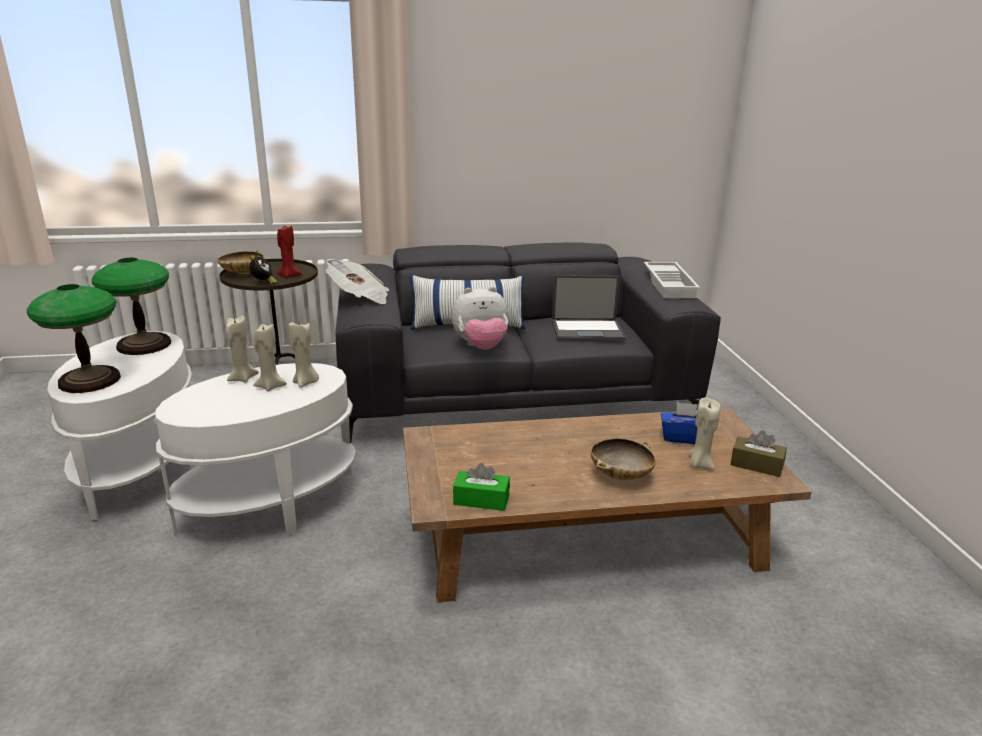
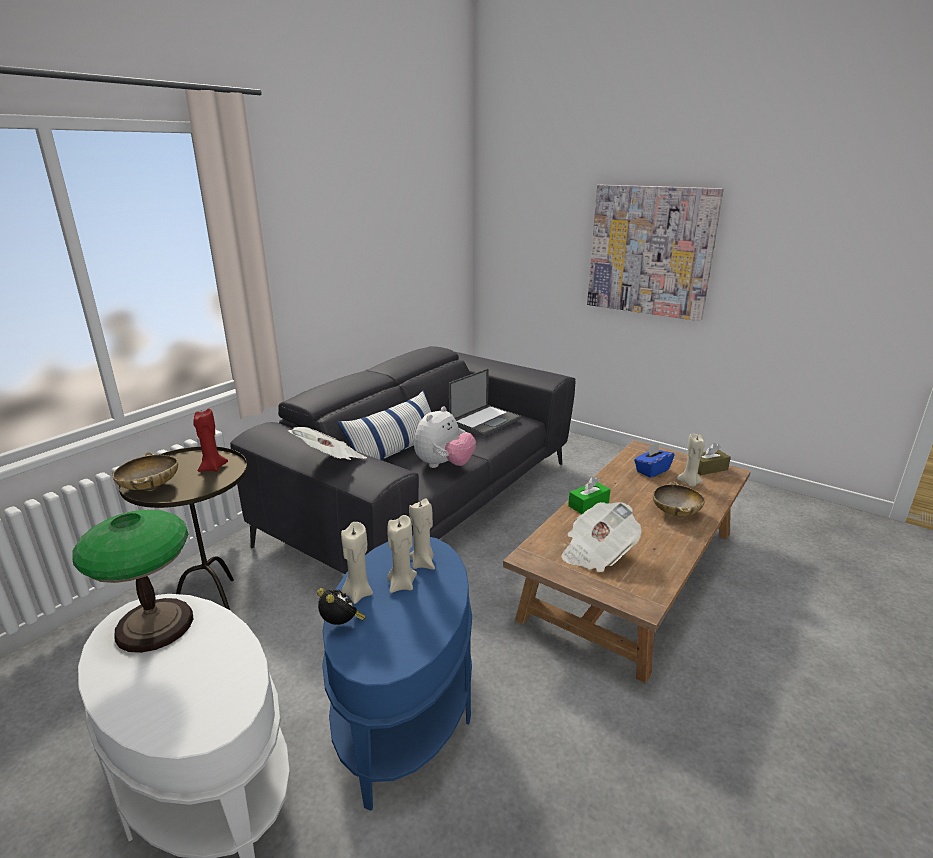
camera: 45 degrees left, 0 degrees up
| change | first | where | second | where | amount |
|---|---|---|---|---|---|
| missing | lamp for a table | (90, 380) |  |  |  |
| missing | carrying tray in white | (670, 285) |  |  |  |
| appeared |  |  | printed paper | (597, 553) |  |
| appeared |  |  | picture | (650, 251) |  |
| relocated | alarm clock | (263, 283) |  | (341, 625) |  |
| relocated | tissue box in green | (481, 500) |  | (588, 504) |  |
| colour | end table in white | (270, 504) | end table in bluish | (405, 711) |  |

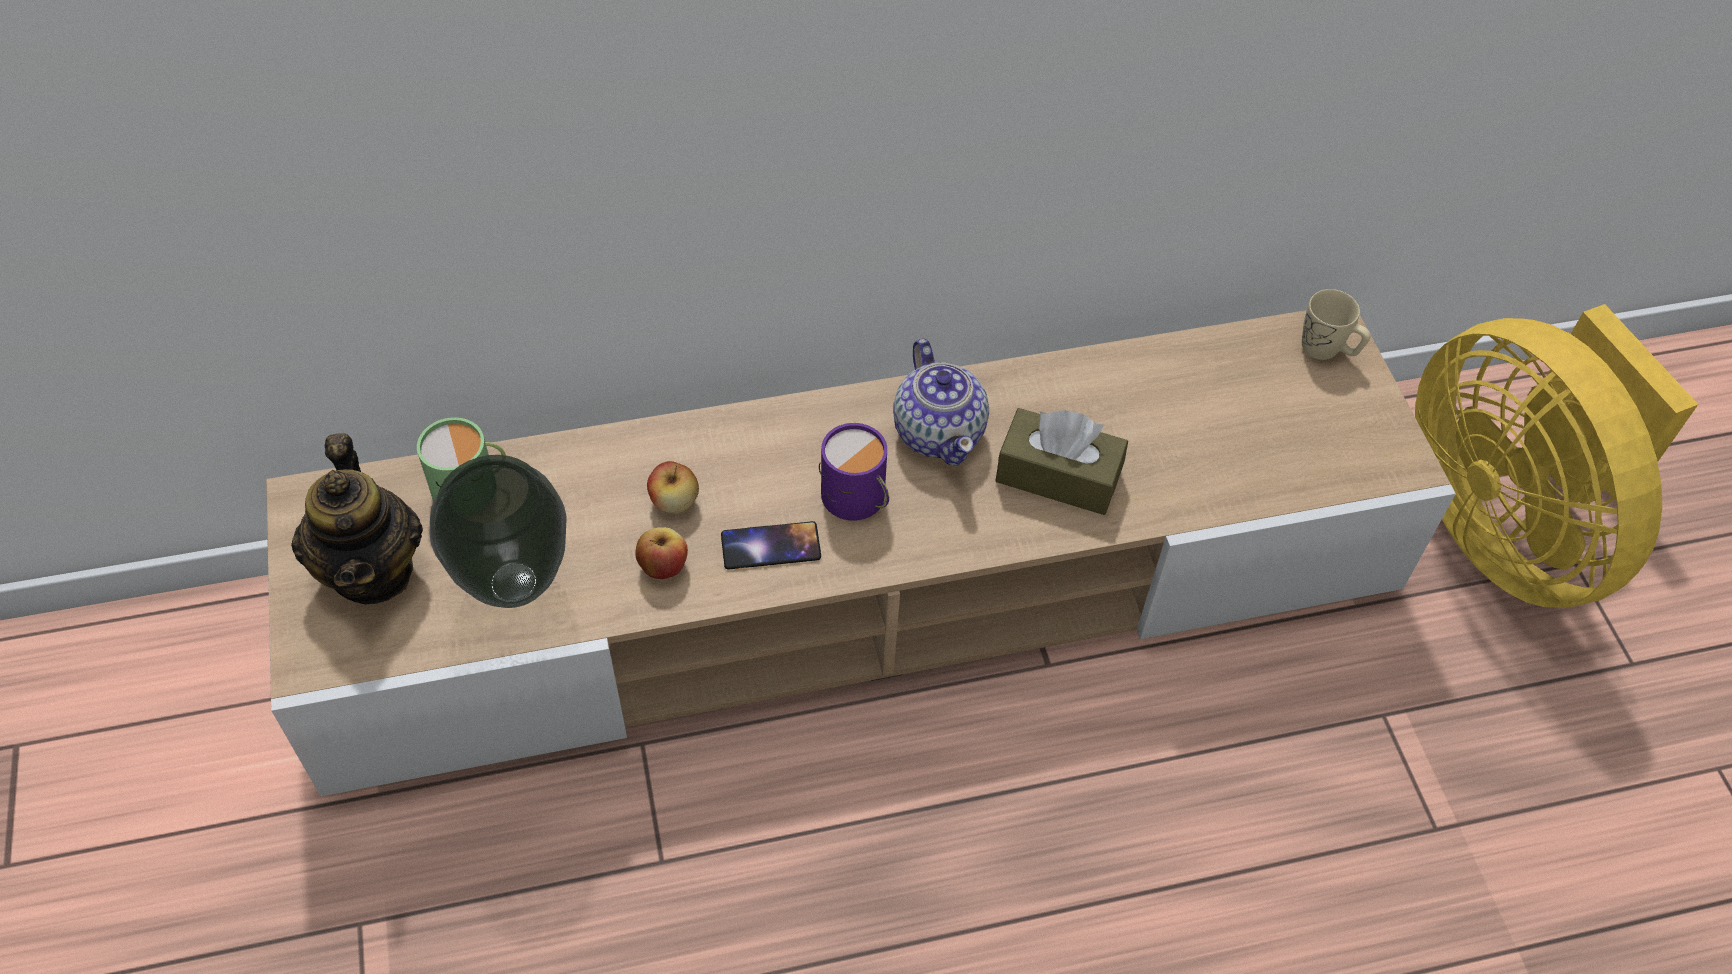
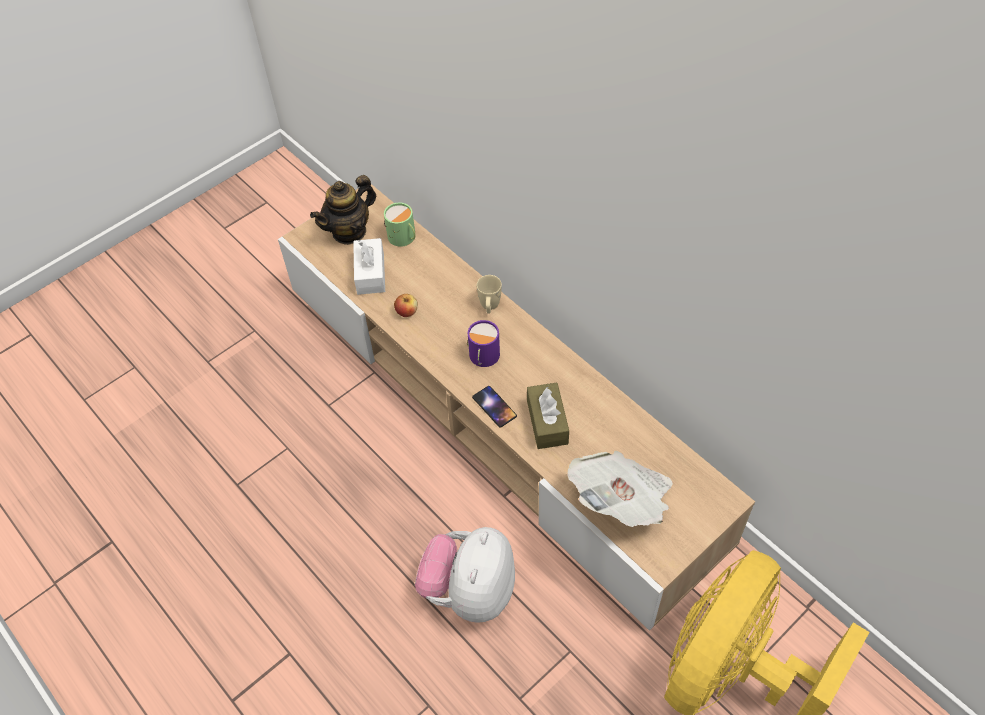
camera: 65 degrees right, 0 degrees up
| change | first | where | second | where | amount |
|---|---|---|---|---|---|
| missing | whole apple | (674, 501) |  |  |  |
| missing | tea pot | (939, 431) |  |  |  |
| appeared |  |  | plush toy | (470, 591) |  |
| appeared |  |  | printed paper | (622, 500) |  |
| relocated | handset | (770, 546) |  | (494, 406) |  |
| relocated | tea mug in beige-coloured | (1327, 350) |  | (489, 306) |  |
| exchanged | vase | (516, 583) | tissue box in white | (370, 273) |  |

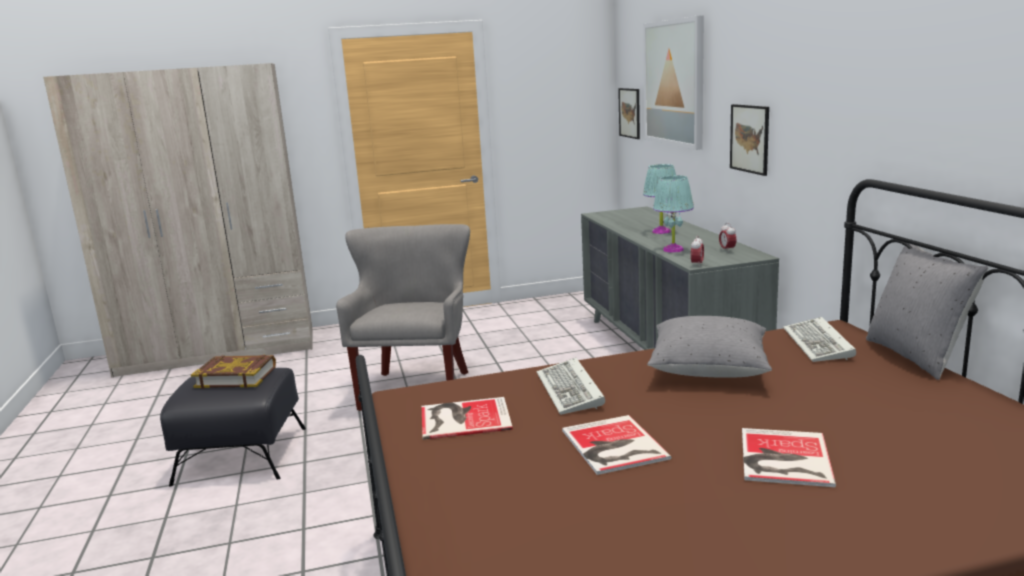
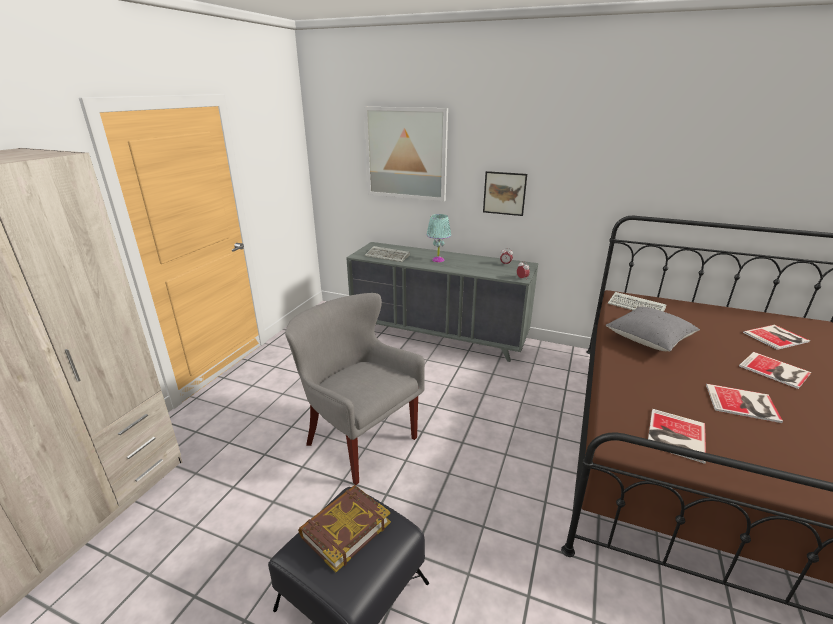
camera: 55 degrees left, 10 degrees up
| change | first | where | second | where | amount |
|---|---|---|---|---|---|
| missing | picture | (629, 113) |  |  |  |
| missing | lamp for a table in turquoise-coloured | (673, 250) |  |  |  |
| missing | cushion in greyish | (917, 356) |  |  |  |
| appeared |  |  | volume | (777, 337) |  |
| relocated | PC keyboard | (571, 391) |  | (388, 256) |  |

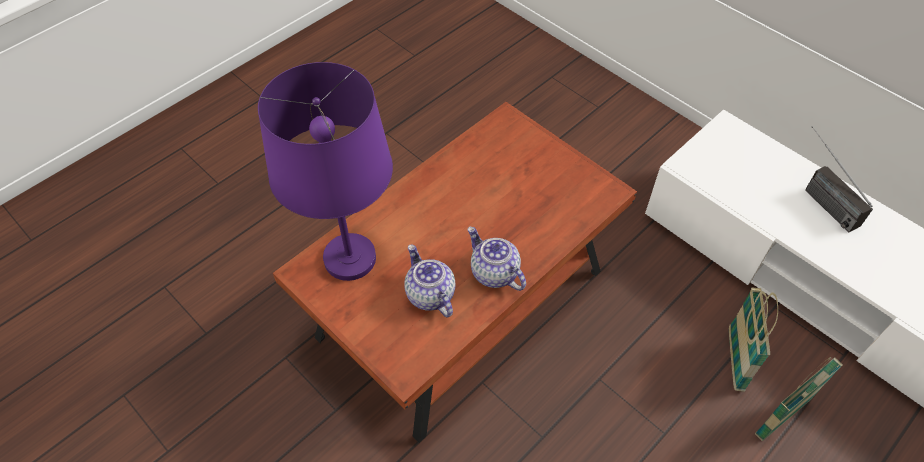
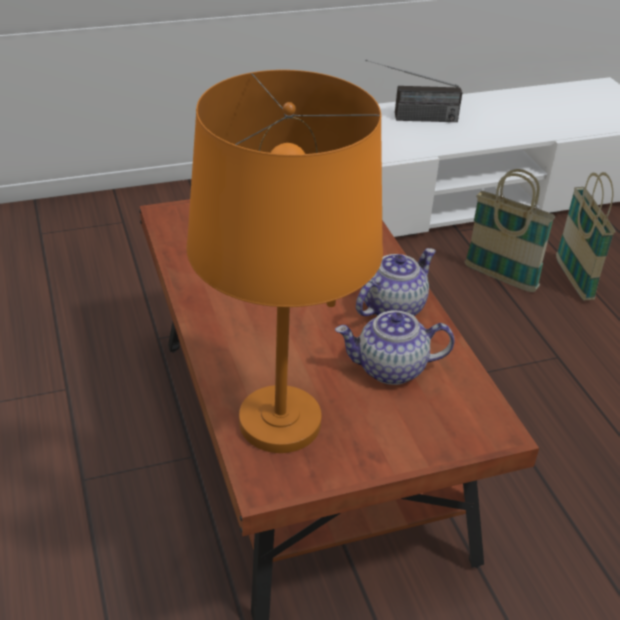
camera: 65 degrees left, 15 degrees down
| change | first | where | second | where | amount |
|---|---|---|---|---|---|
| colour | lamp for a table in purple-coloured | (349, 258) | lamp for a table in orange | (279, 423) |  |
| spun | tea pot | (494, 273) |  | (392, 307) | 150 degrees clockwise |

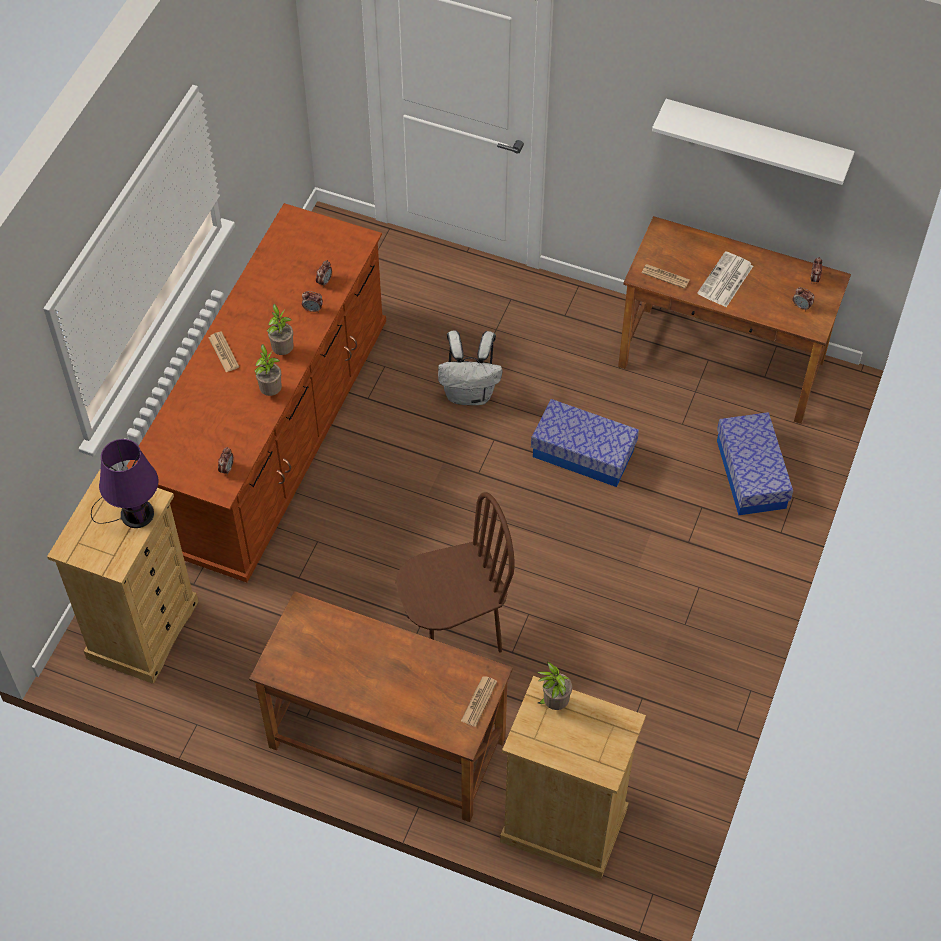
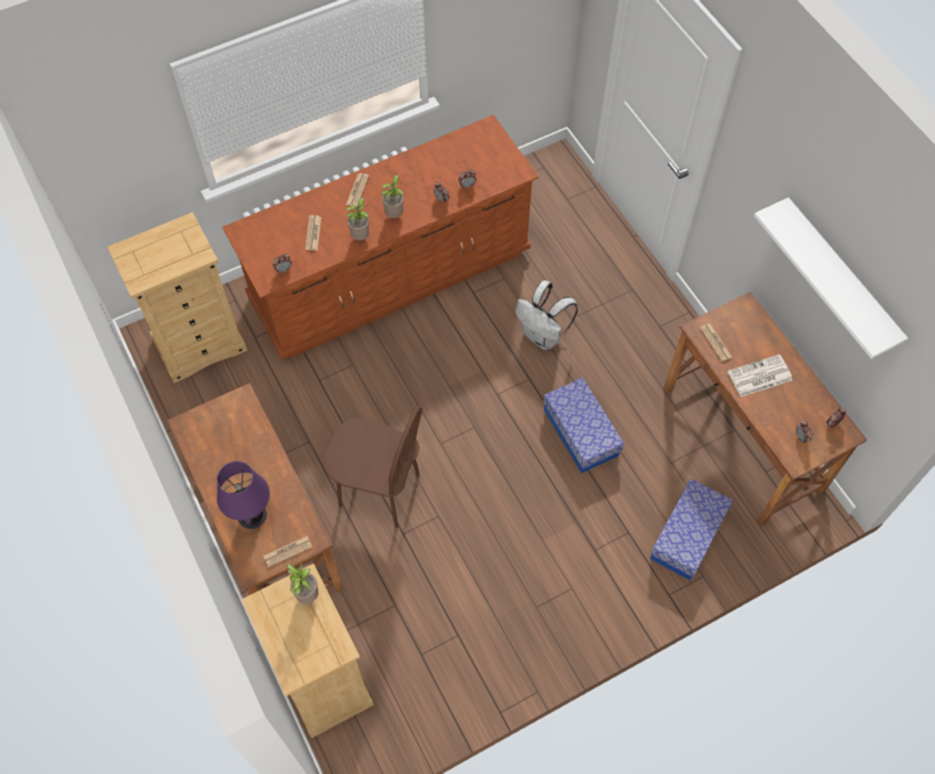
camera: 40 degrees right, 5 degrees up
| change | first | where | second | where | amount |
|---|---|---|---|---|---|
| appeared |  |  | printed paper | (313, 233) |  |
| relocated | lamp for a table in purple-coloured | (133, 513) |  | (250, 512) |  |

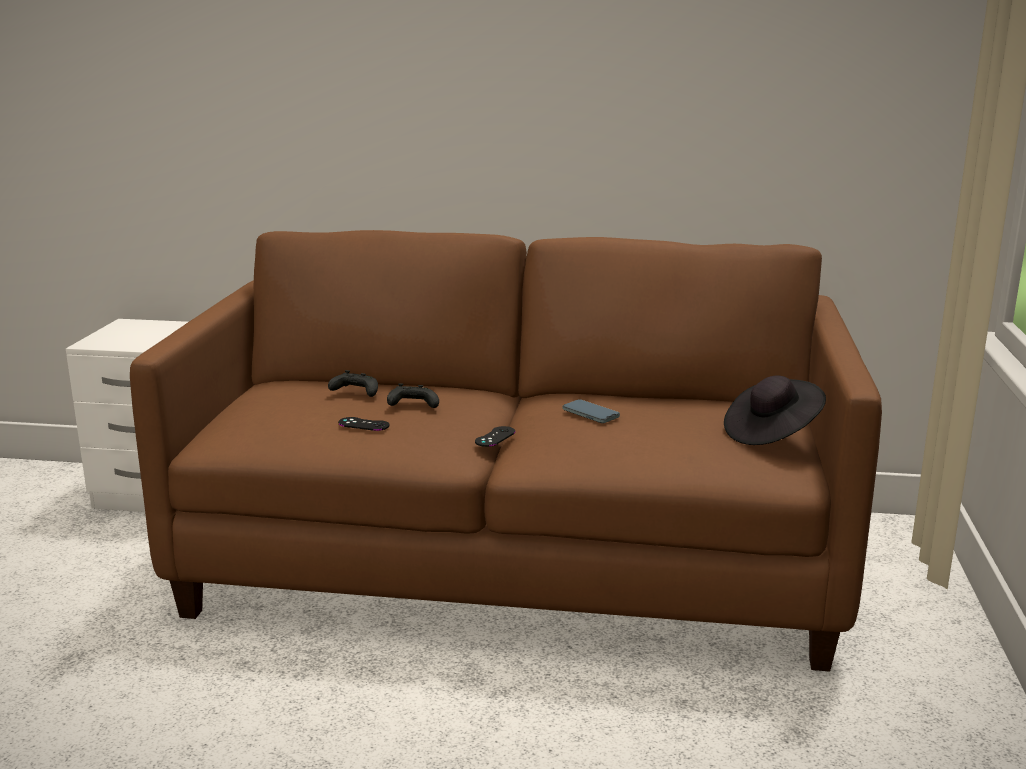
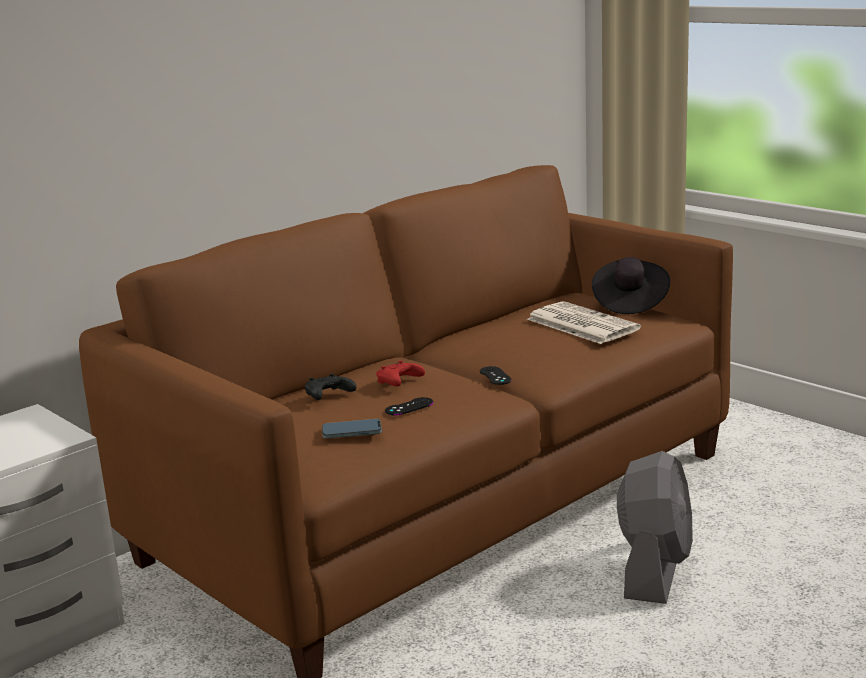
camera: 50 degrees left, 0 degrees up
| change | first | where | second | where | amount |
|---|---|---|---|---|---|
| appeared |  |  | printed paper | (580, 324) |  |
| appeared |  |  | fan in greyish | (654, 570) |  |
| relocated | handset | (590, 414) |  | (352, 432) |  |
| colour | game controller in black-coloured | (412, 406) | game controller in red-coloured | (399, 383) |  |

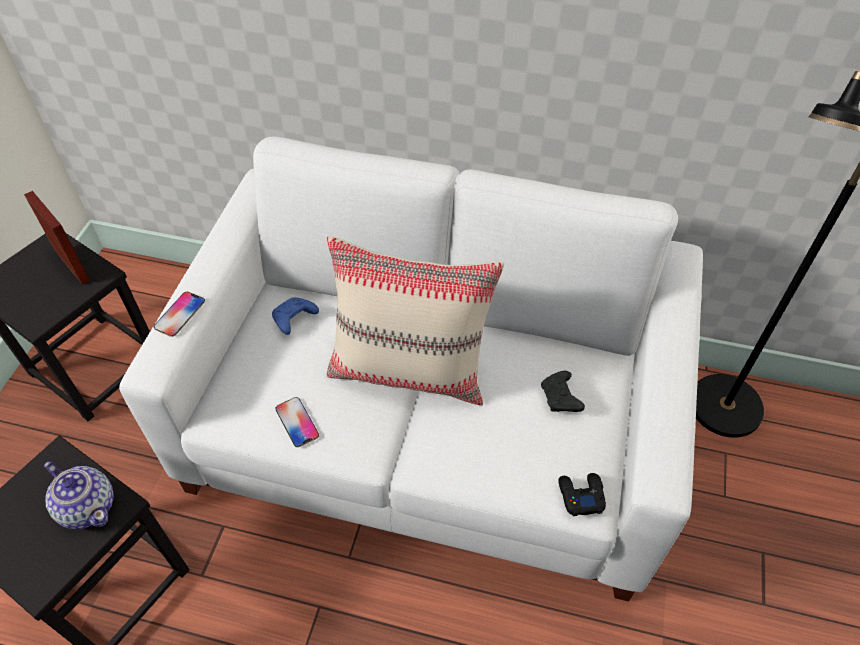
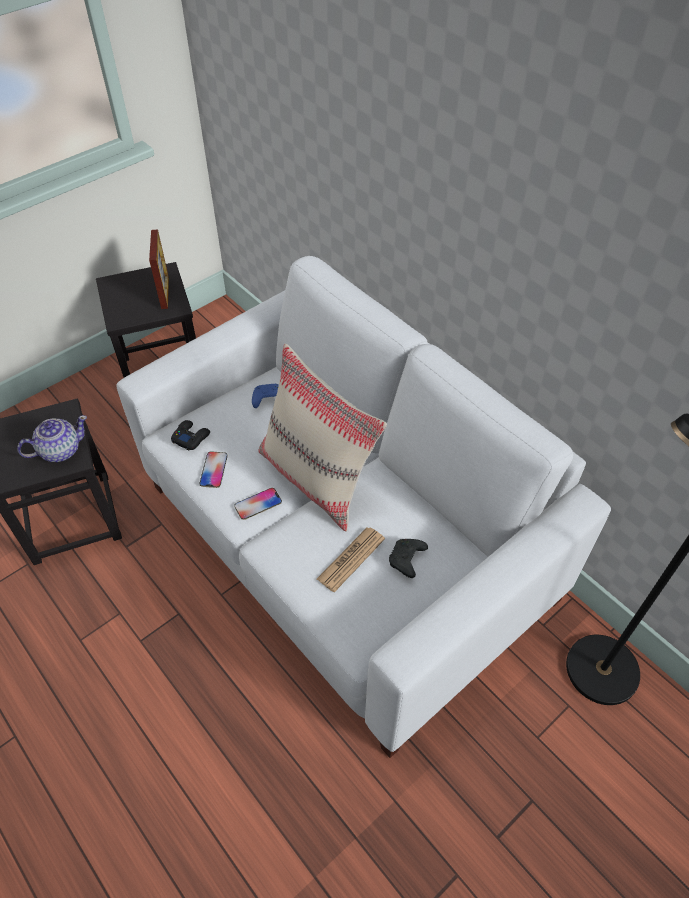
camera: 35 degrees right, 0 degrees up
| change | first | where | second | where | amount |
|---|---|---|---|---|---|
| appeared |  |  | printed paper | (351, 559) |  |
| relocated | handset | (180, 314) |  | (258, 504) |  |
| relocated | game controller in black-coloured | (580, 495) |  | (191, 437) |  |
| spun | tea pot | (88, 506) |  | (60, 450) | 105 degrees counterclockwise |

